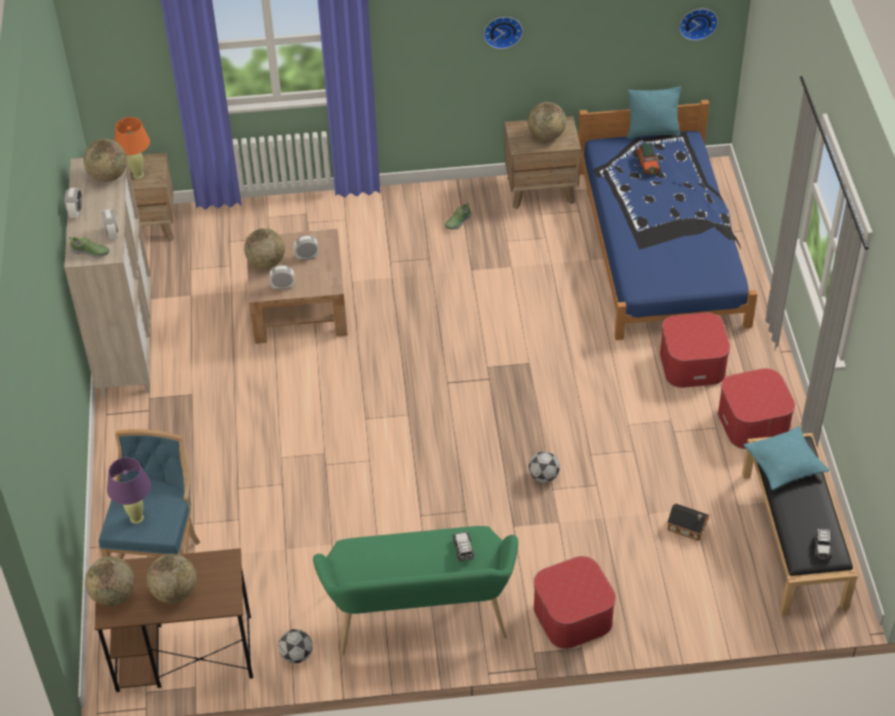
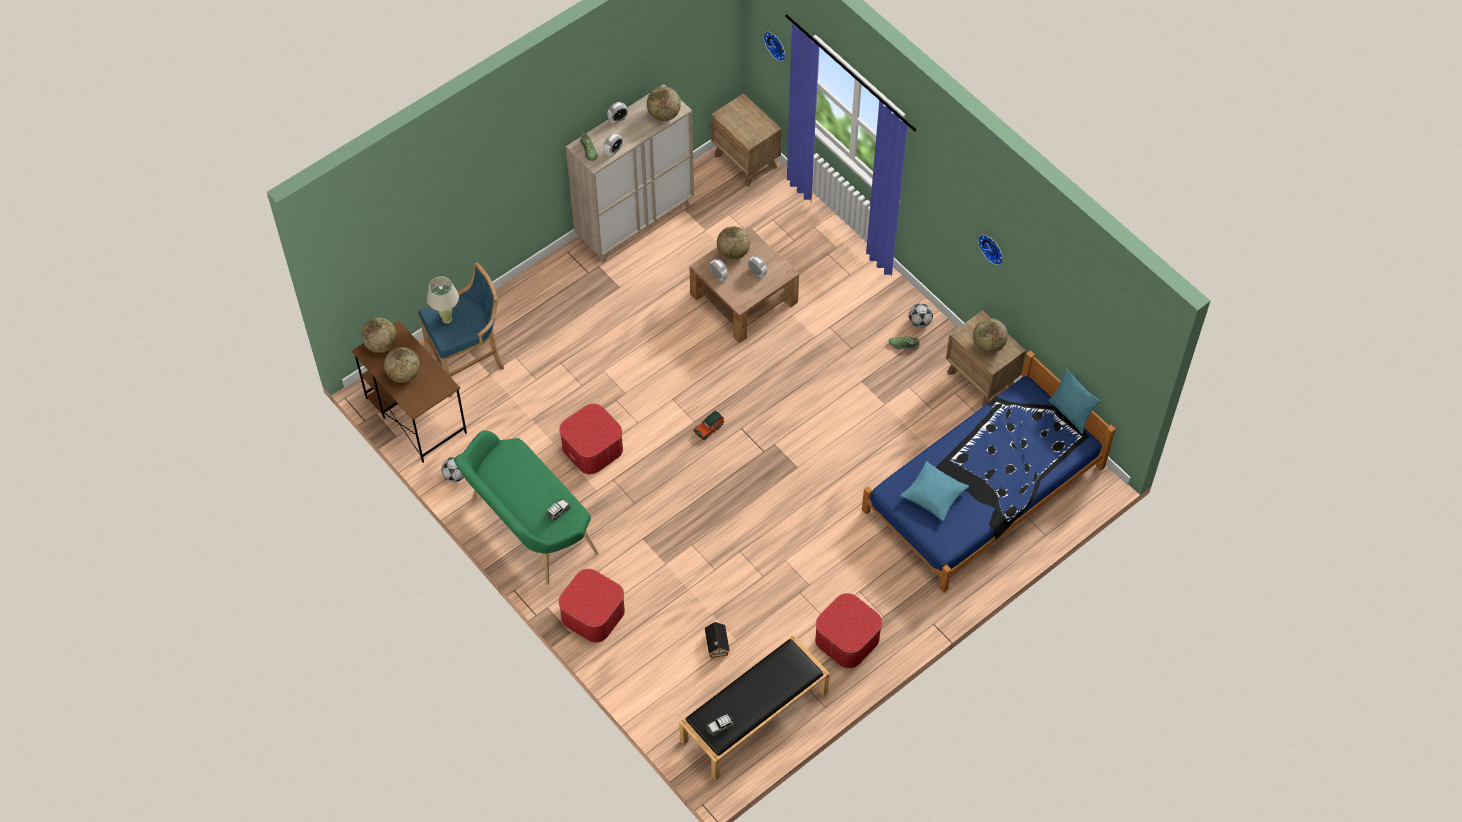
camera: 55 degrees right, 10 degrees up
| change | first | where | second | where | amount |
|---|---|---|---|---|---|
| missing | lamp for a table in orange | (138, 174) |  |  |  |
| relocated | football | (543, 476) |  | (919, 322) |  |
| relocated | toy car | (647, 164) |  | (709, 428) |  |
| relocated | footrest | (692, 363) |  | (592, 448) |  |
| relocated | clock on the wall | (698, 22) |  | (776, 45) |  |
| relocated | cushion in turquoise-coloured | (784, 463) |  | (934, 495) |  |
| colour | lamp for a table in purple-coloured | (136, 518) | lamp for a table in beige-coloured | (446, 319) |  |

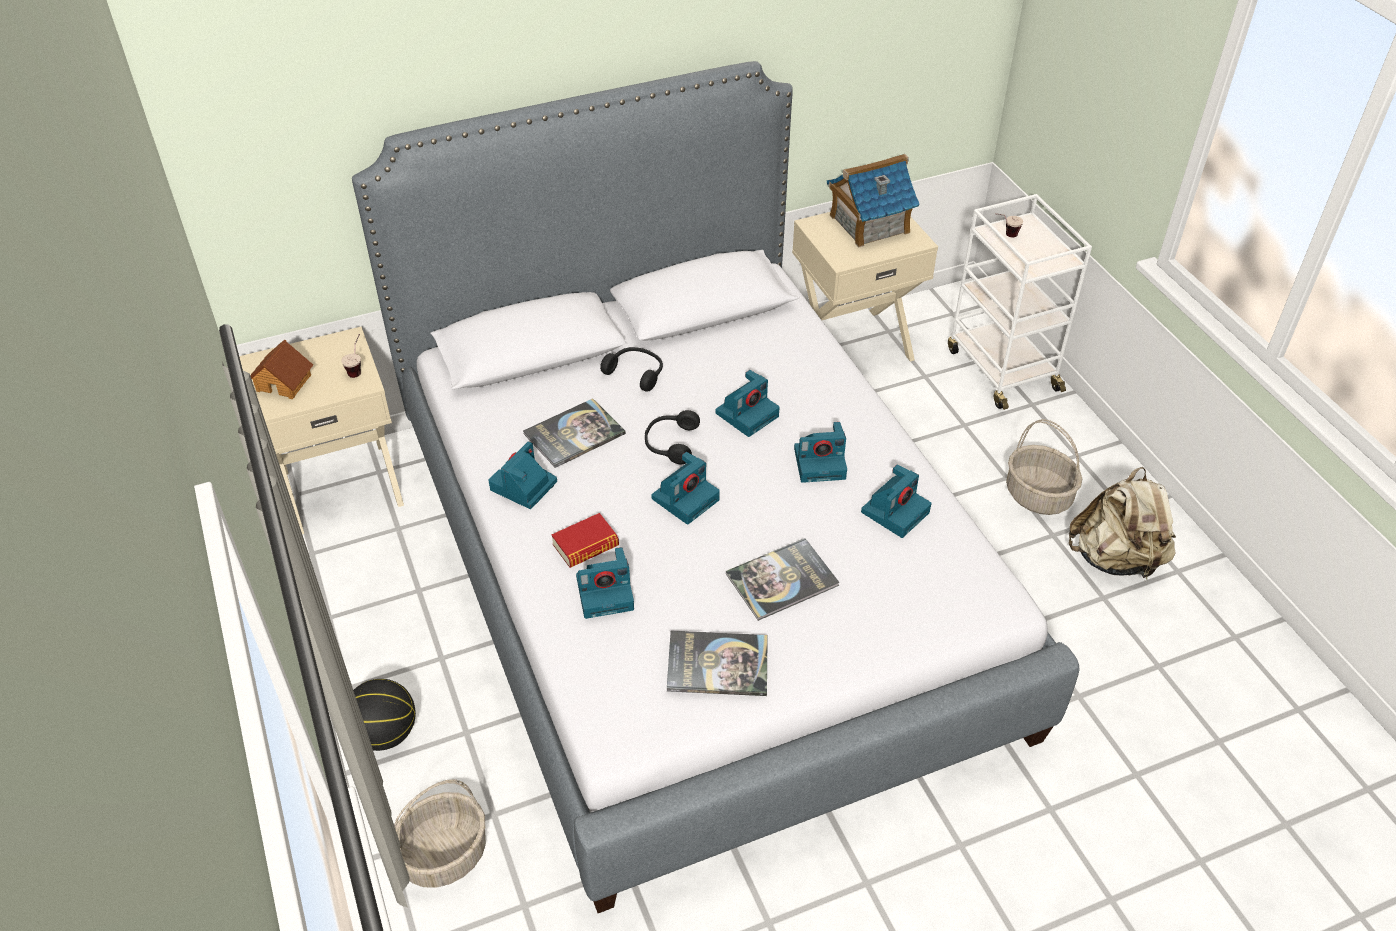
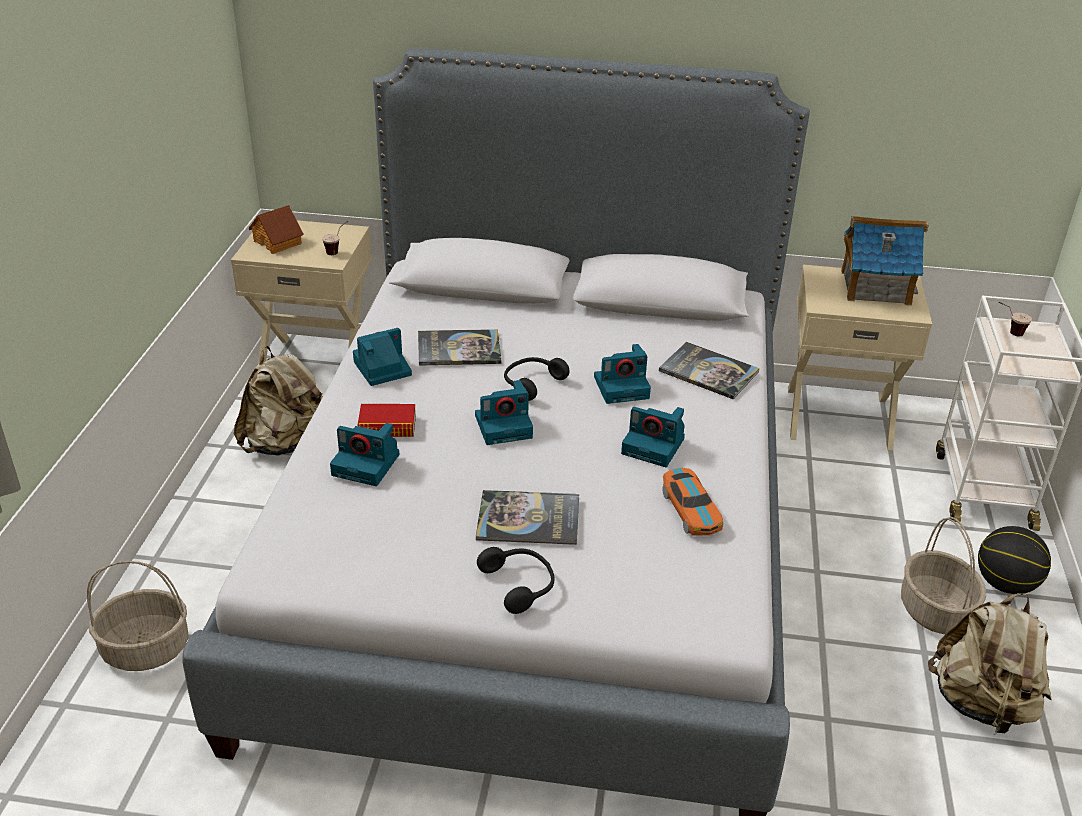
camera: 30 degrees right, 10 degrees down
| change | first | where | second | where | amount |
|---|---|---|---|---|---|
| appeared |  |  | rucksack in beige-coloured | (286, 443) |  |
| relocated | ball for basketball | (385, 733) |  | (1005, 584) |  |
| relocated | headphones in black-coloured | (636, 373) |  | (520, 584) |  |
| relocated | volume | (717, 664) |  | (708, 371) |  |
| exchanged | photo camera | (895, 511) | toy car | (691, 510) |  |

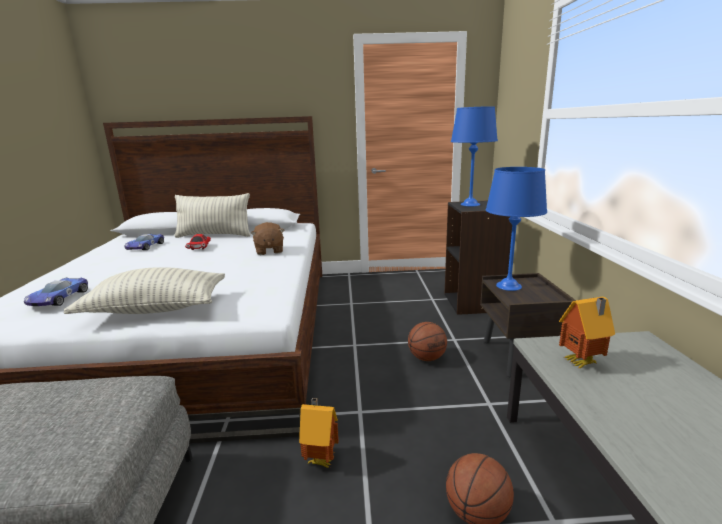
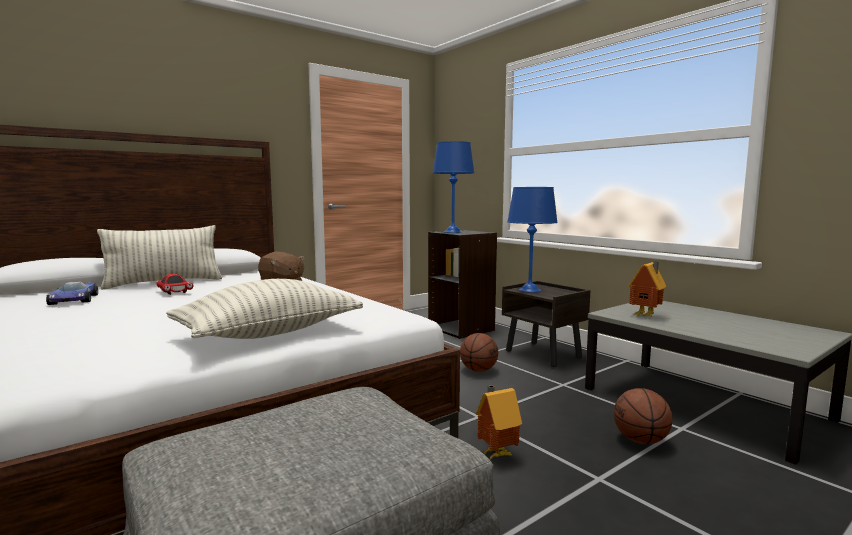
camera: 35 degrees left, 10 degrees down
| change | first | where | second | where | amount |
|---|---|---|---|---|---|
| missing | toy car | (58, 298) |  |  |  |

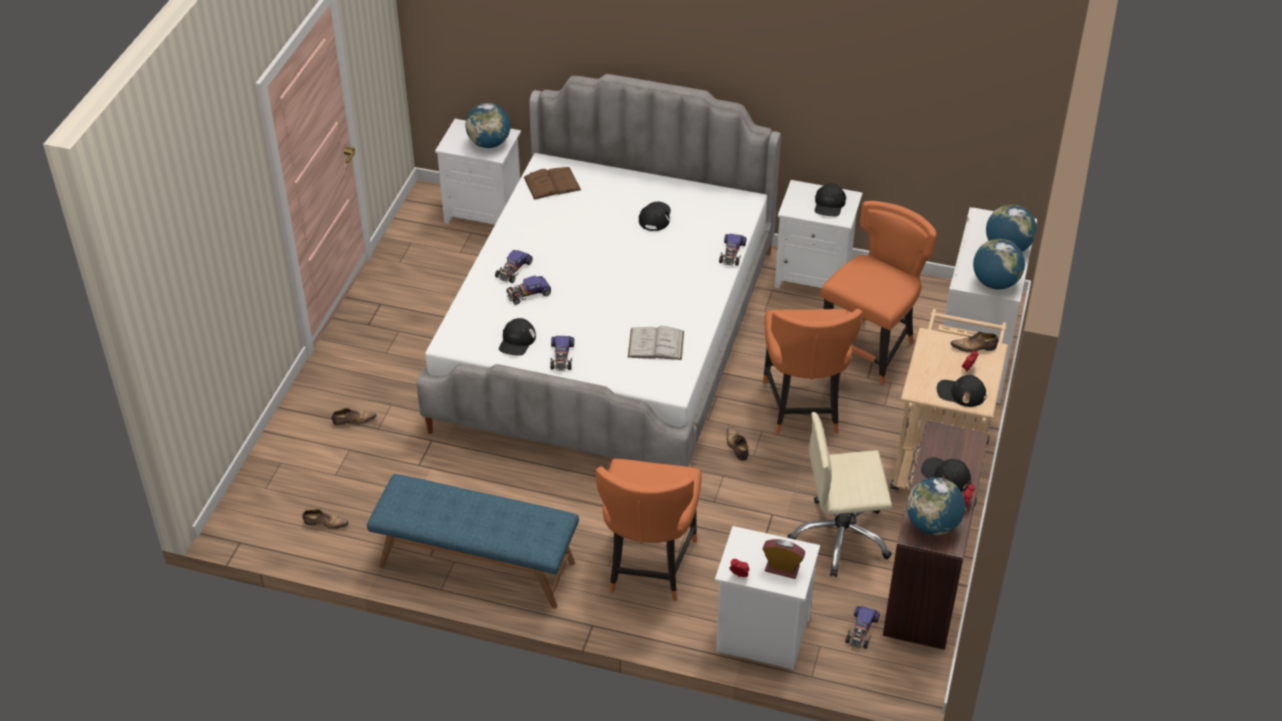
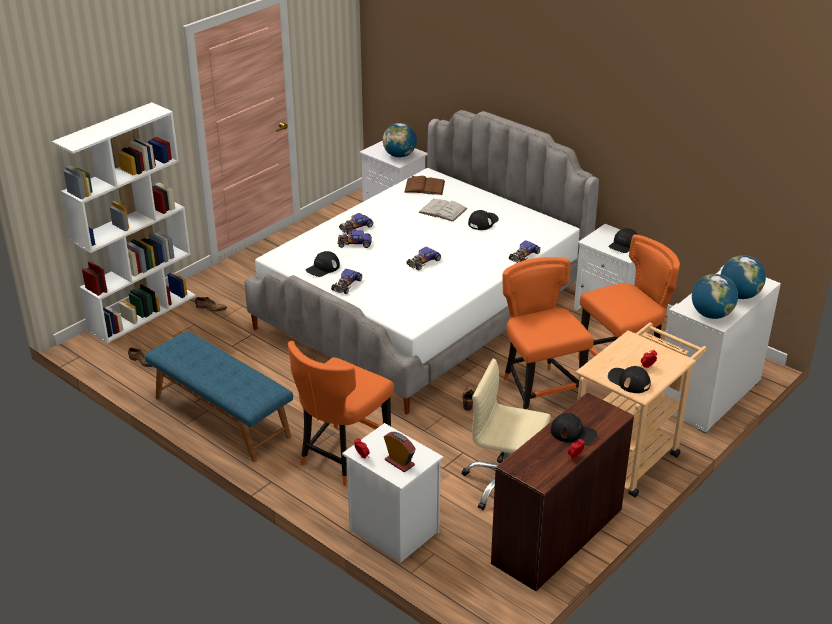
camera: 25 degrees right, 10 degrees down
| change | first | where | second | where | amount |
|---|---|---|---|---|---|
| missing | desk globe | (932, 525) |  |  |  |
| missing | item of footwear | (974, 347) |  |  |  |
| appeared |  |  | bookcase in white | (143, 313) |  |
| relocated | volume in white | (656, 344) |  | (442, 210) |  |
| relocated | toy car | (861, 630) |  | (423, 262) |  |
| spun | upright chair in orange | (803, 408) |  | (539, 390) | 135 degrees clockwise |
| spun | cap in black-coloured | (945, 475) |  | (573, 433) | 135 degrees clockwise |

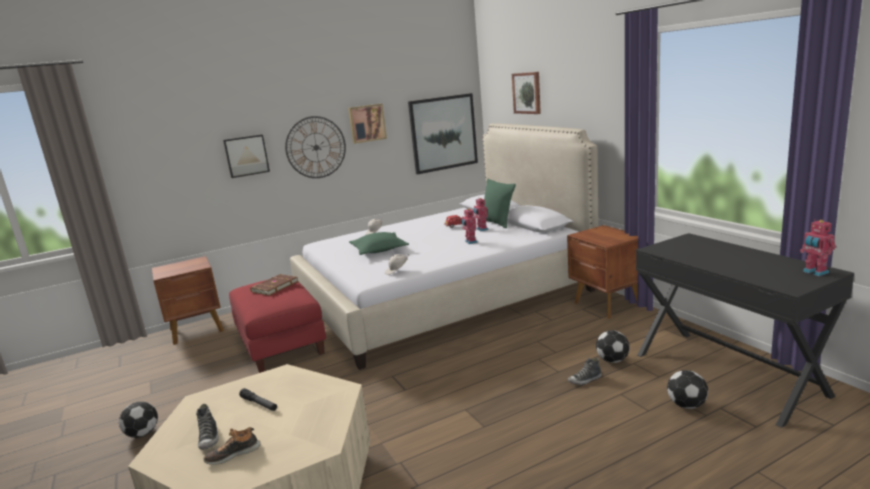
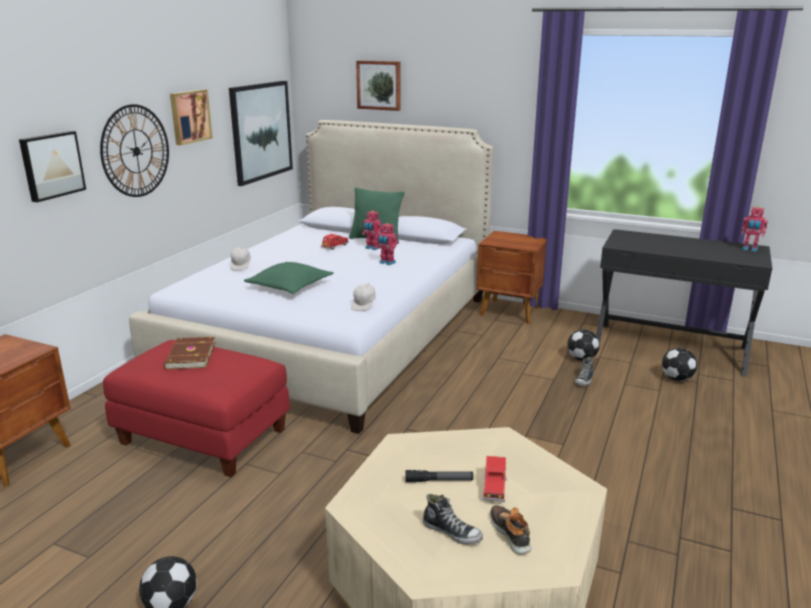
camera: 40 degrees left, 5 degrees up
| change | first | where | second | where | amount |
|---|---|---|---|---|---|
| appeared |  |  | toy car in red-coloured | (494, 486) |  |
| spun | item of footwear | (233, 454) |  | (510, 533) | 135 degrees clockwise |

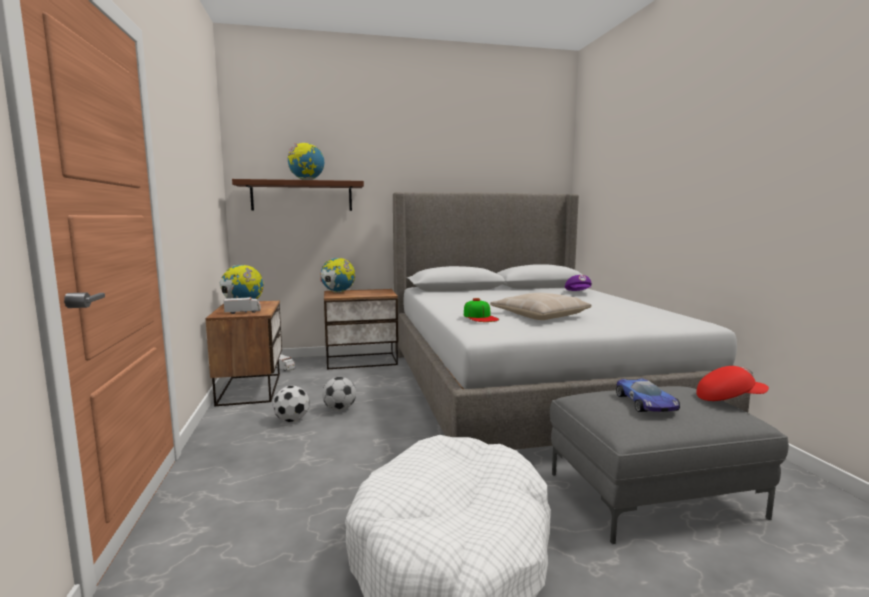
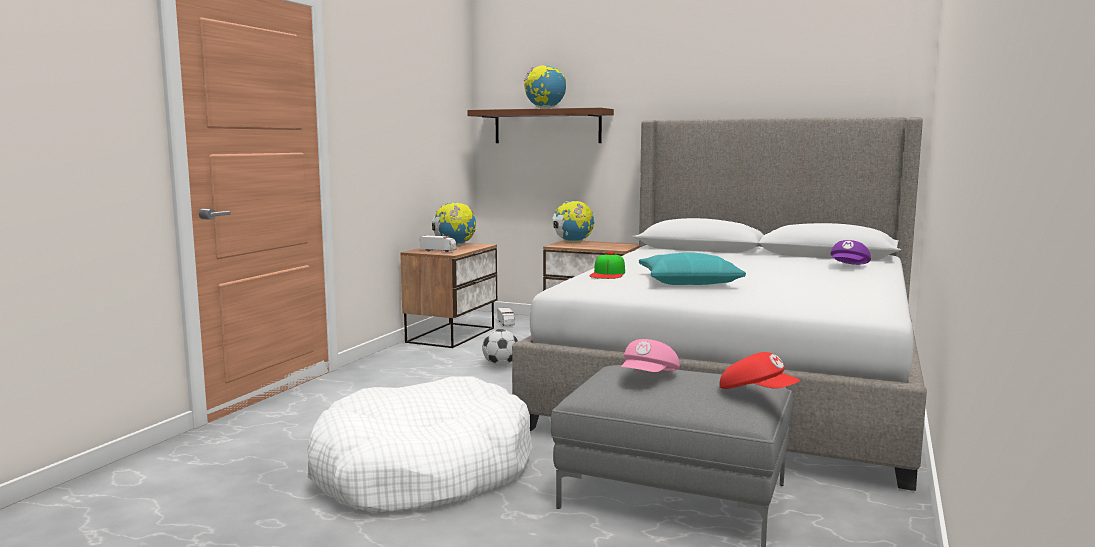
camera: 35 degrees right, 0 degrees up
| change | first | where | second | where | amount |
|---|---|---|---|---|---|
| missing | football | (292, 420) |  |  |  |
| exchanged | toy car | (646, 403) | cap in pink | (649, 377) |  |
| colour | cushion in beige-coloured | (539, 315) | cushion in turquoise-coloured | (689, 281) |  |

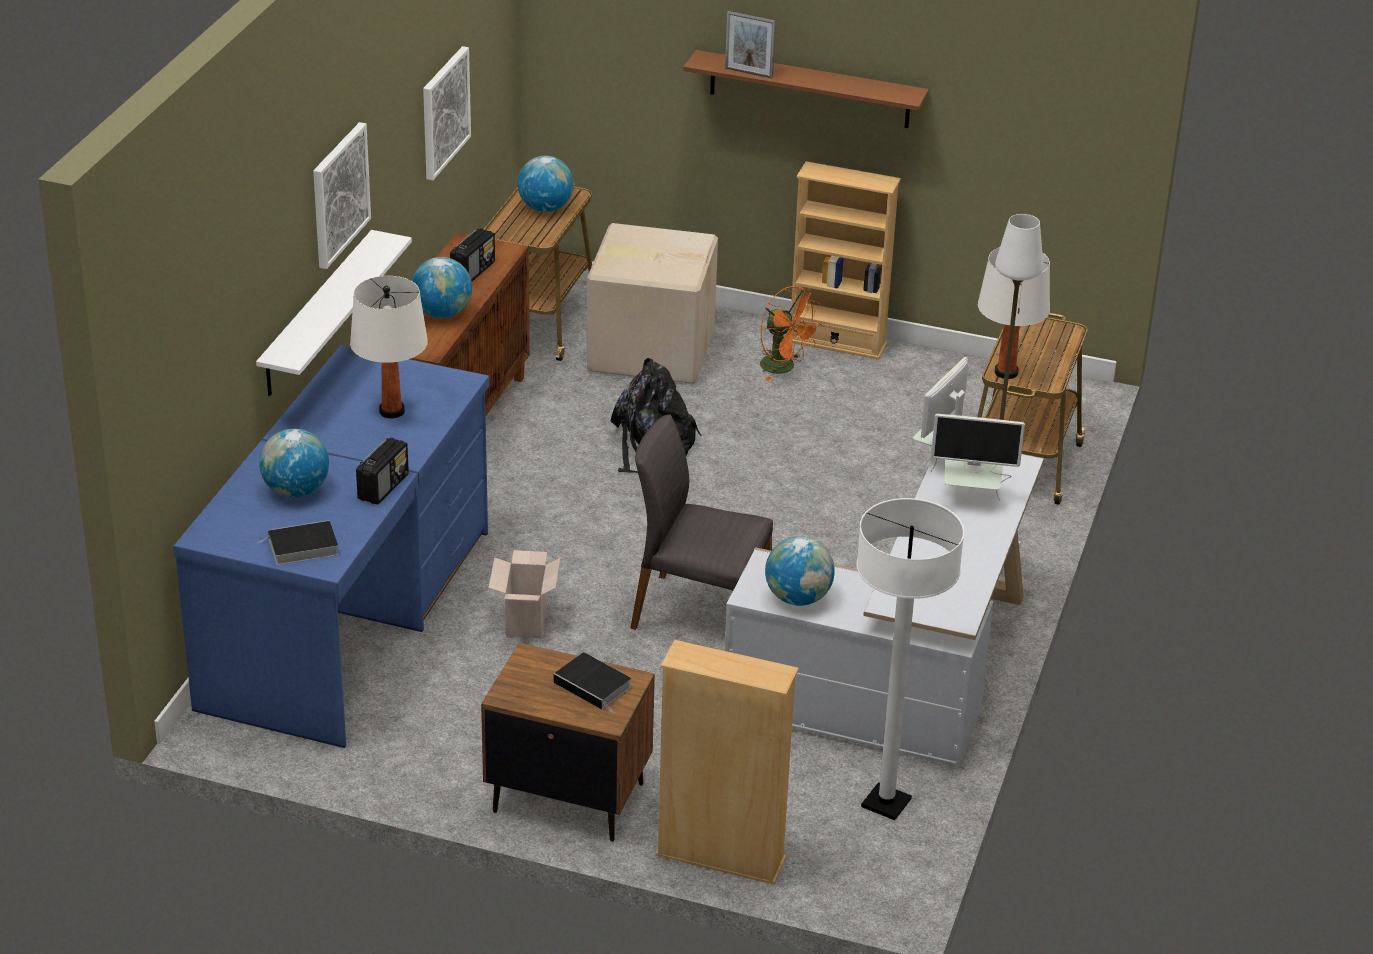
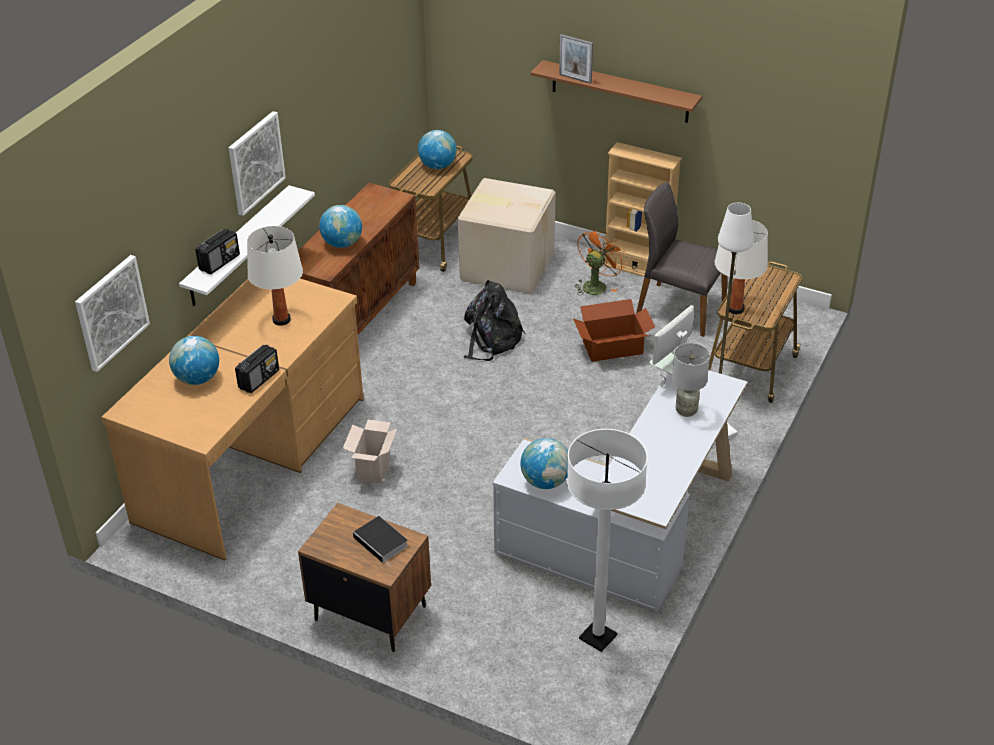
camera: 10 degrees right, 5 degrees up
| change | first | where | second | where | amount |
|---|---|---|---|---|---|
| missing | volume | (301, 547) |  |  |  |
| missing | bookcase in beige-coloured | (720, 857) |  |  |  |
| appeared |  |  | cardboard box | (613, 348) |  |
| relocated | picture | (444, 112) |  | (111, 312) |  |
| relocated | radio set | (473, 271) |  | (220, 262) |  |
| relocated | upright chair in greyish | (699, 613) |  | (679, 308) |  |
| exchanged | computer screen | (971, 498) | lamp for a table in greyish | (686, 410) |  |
| colour | desk in bluish | (350, 619) | desk in brown-coloured | (254, 459) |  |
| spun | fan in orange | (784, 368) |  | (596, 285) | 105 degrees counterclockwise |

